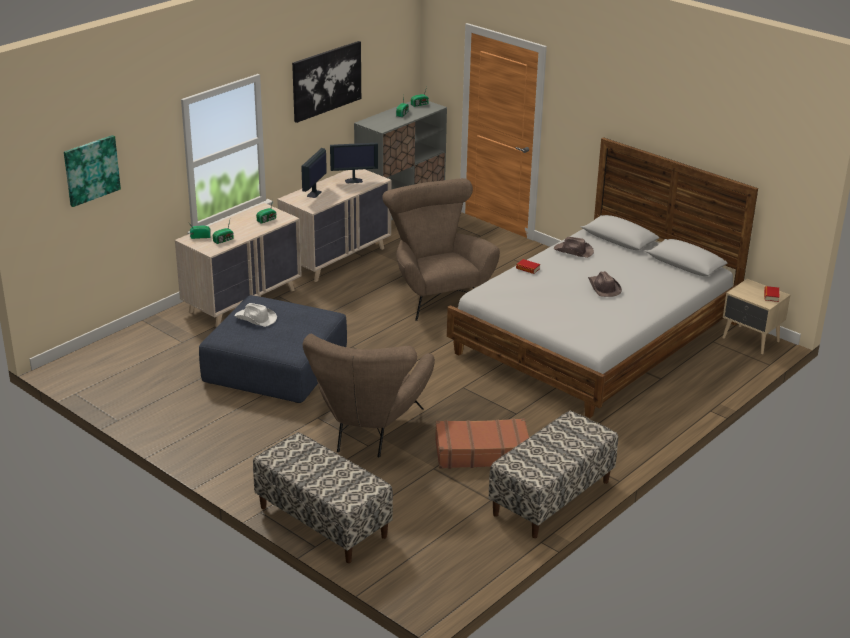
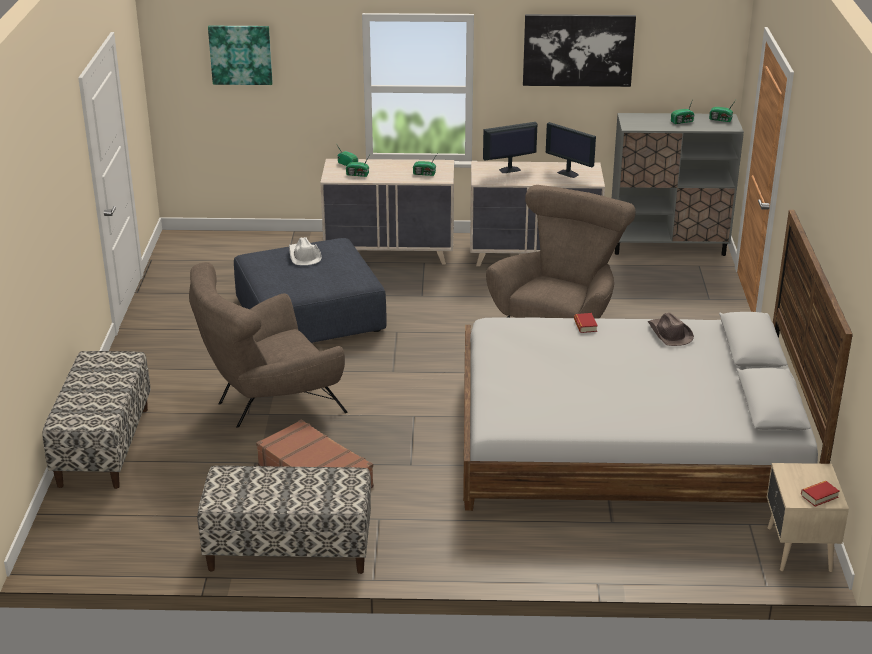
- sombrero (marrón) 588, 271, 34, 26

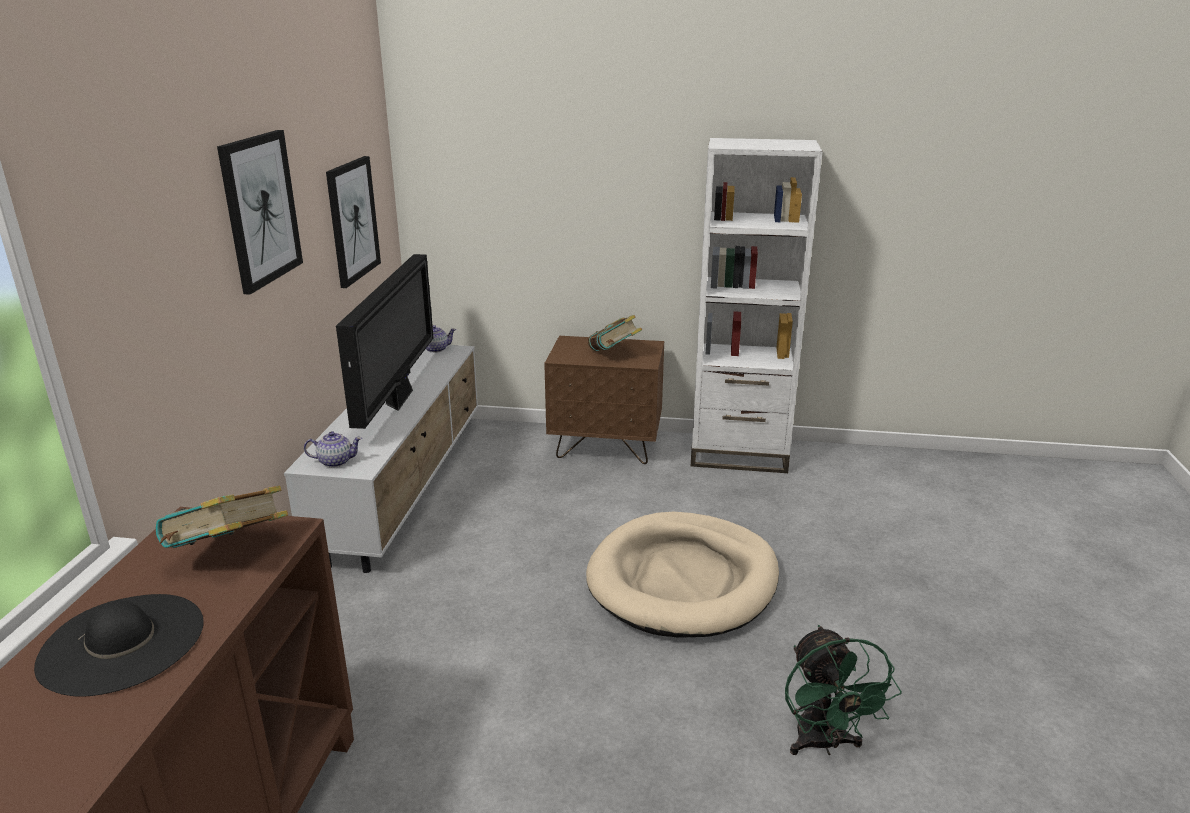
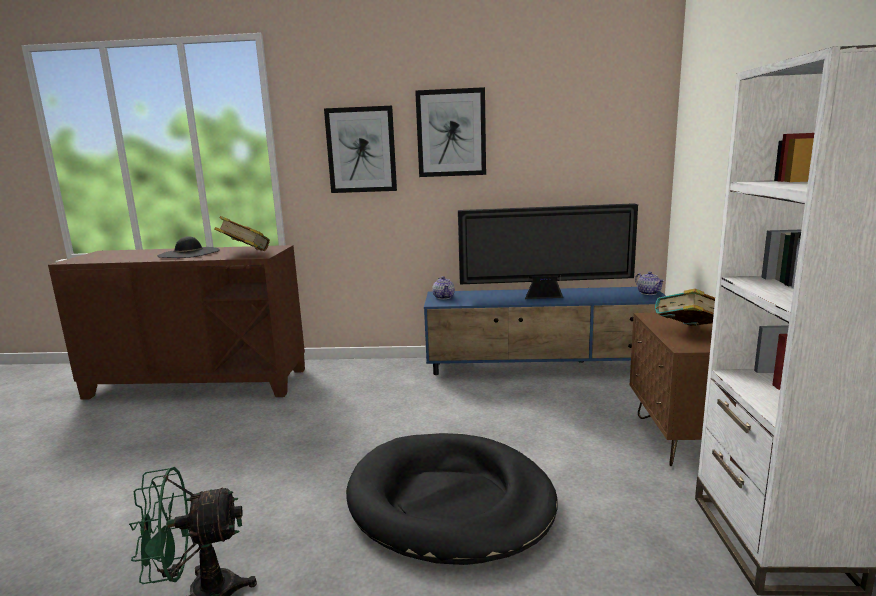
~ cuadro 326, 156, 55, 132 to 324, 106, 73, 87
~ mueble de televisión (blanco) 284, 345, 194, 228 to mueble de televisión (azul) 424, 287, 242, 88
~ cama para perro (beis) 586, 512, 193, 126 to cama para perro (negro) 346, 433, 211, 132

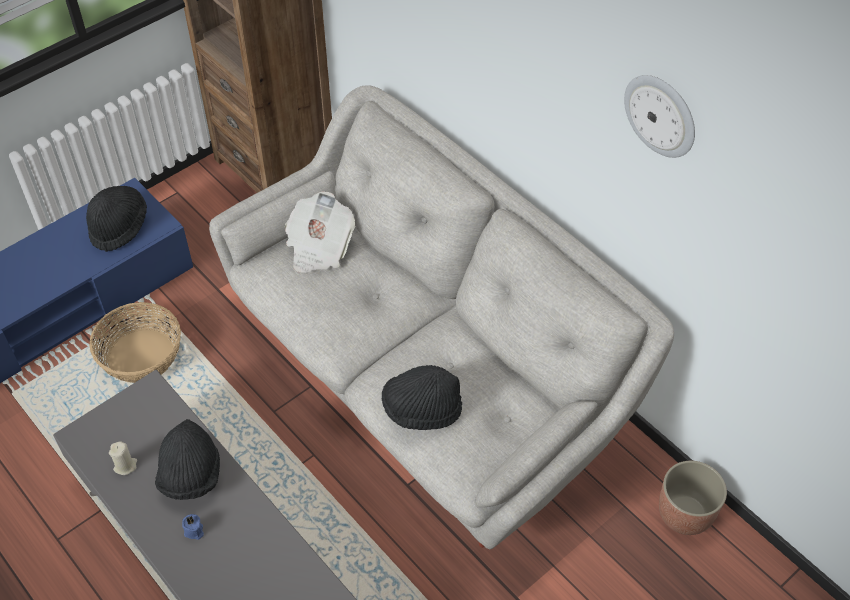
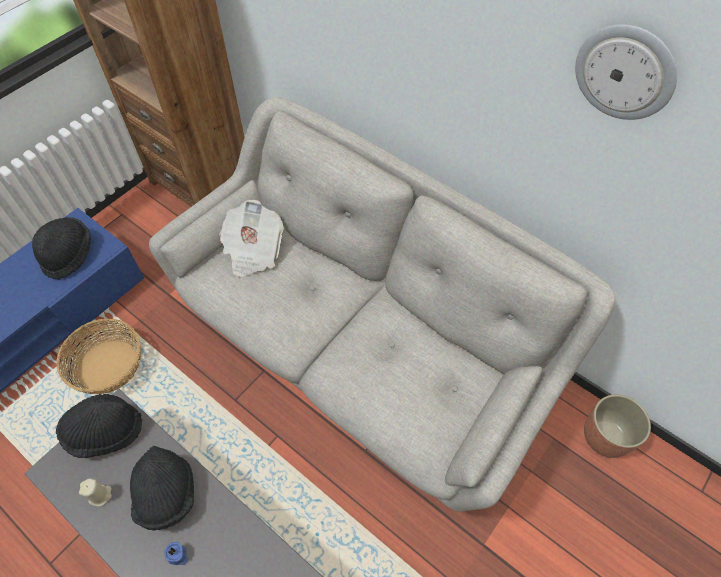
~ sombrero (negro) 381, 365, 81, 65 to 56, 394, 86, 64

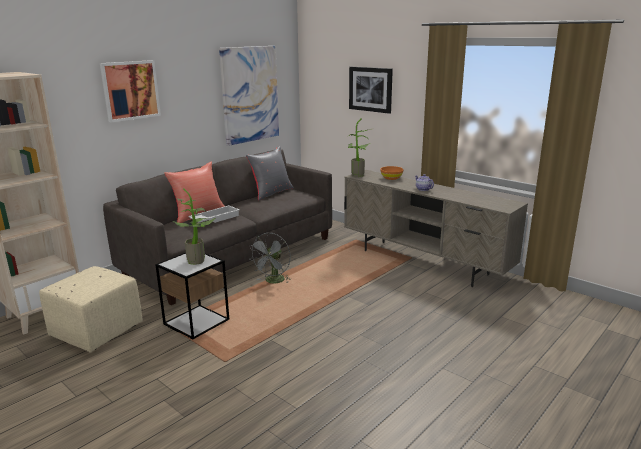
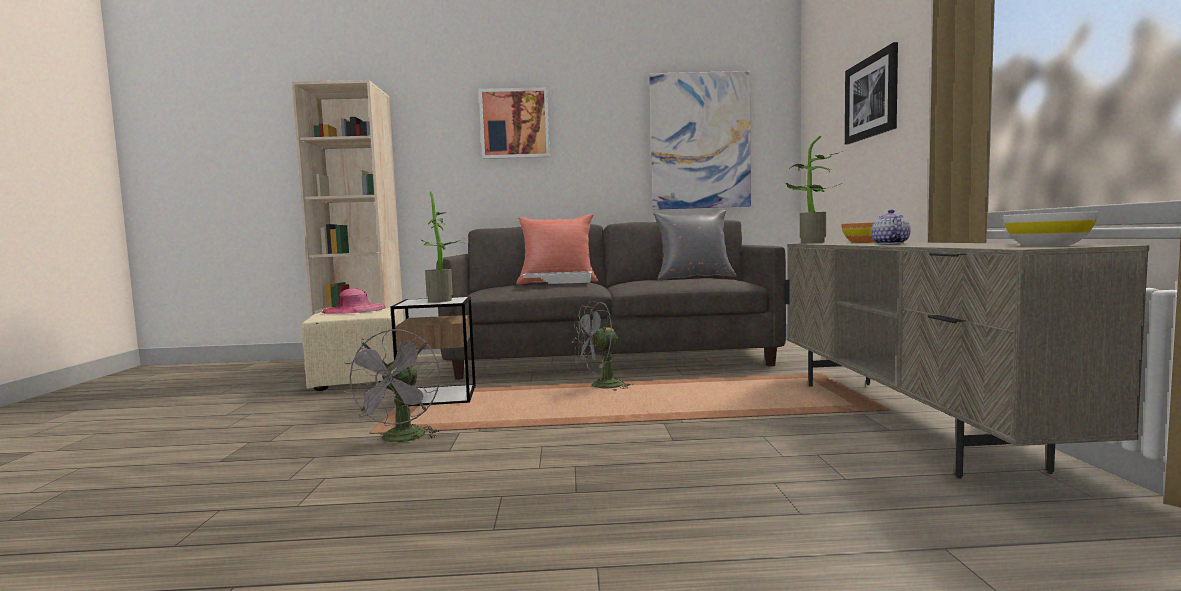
+ cuenco (blanco) 1004, 211, 94, 35
+ sombrero (rosa) 322, 288, 64, 26
+ ventilador (gris) 343, 329, 97, 113

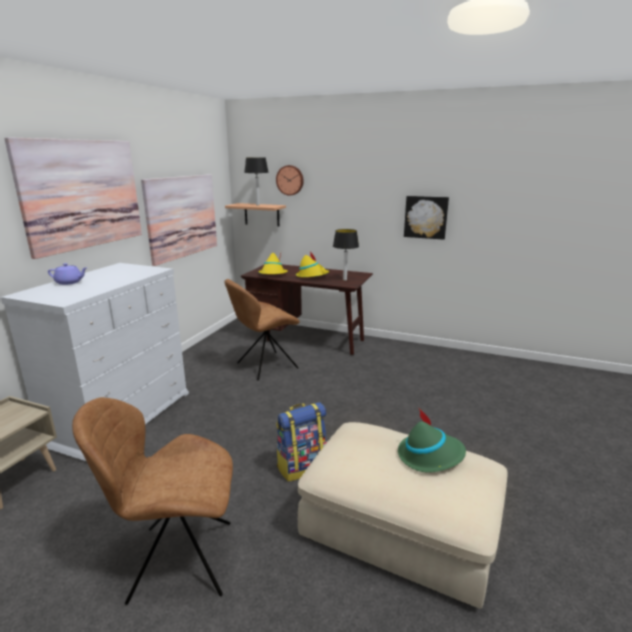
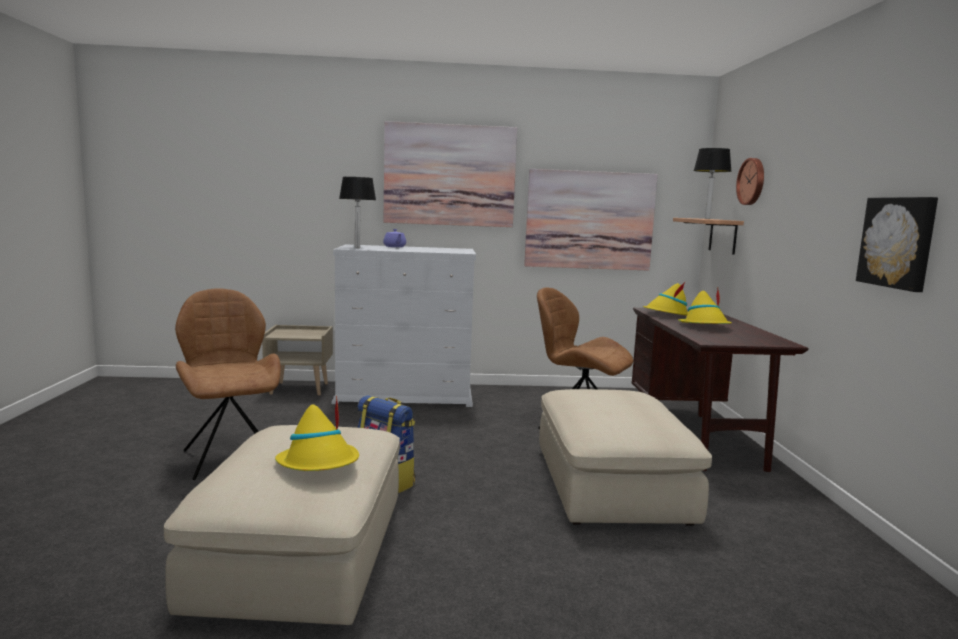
~ lámpara de mesa 333, 229, 26, 52 to 339, 177, 37, 71
~ sombrero (verde) 398, 407, 68, 66 to sombrero (amarillo) 275, 396, 84, 75
+ puf (beis) 539, 389, 173, 136

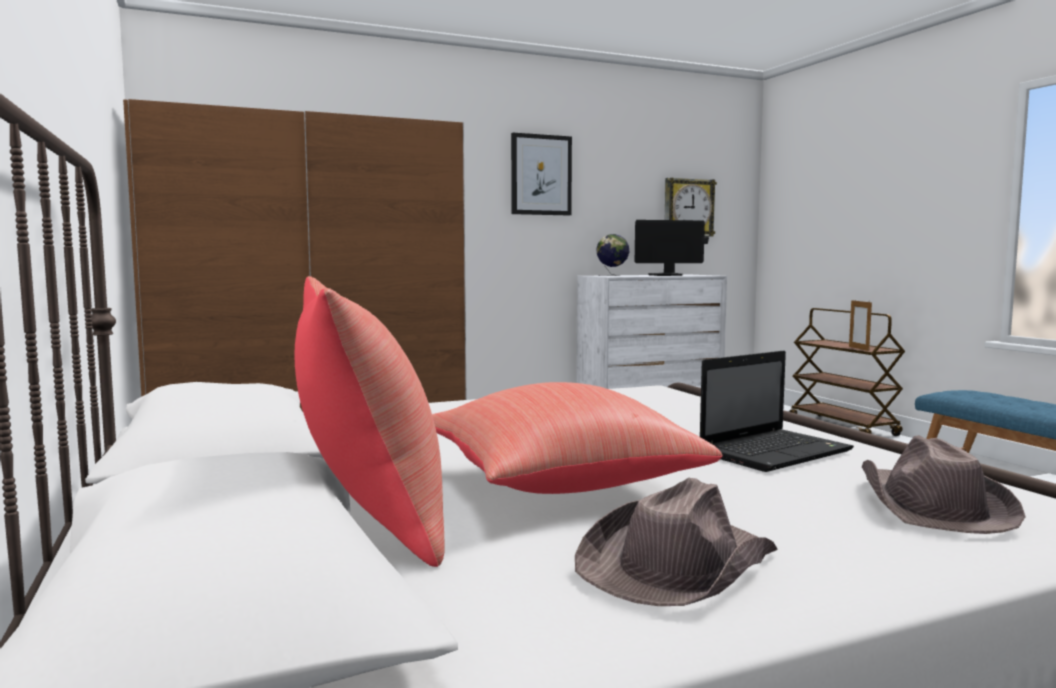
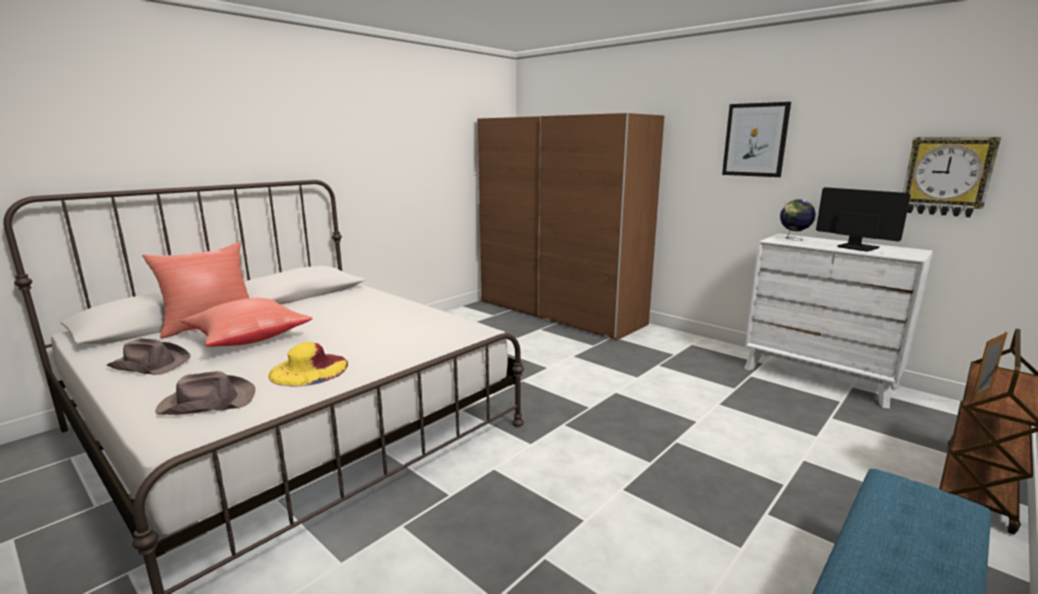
~ portátil 700, 351, 154, 121 to sombrero (amarillo) 268, 342, 80, 44

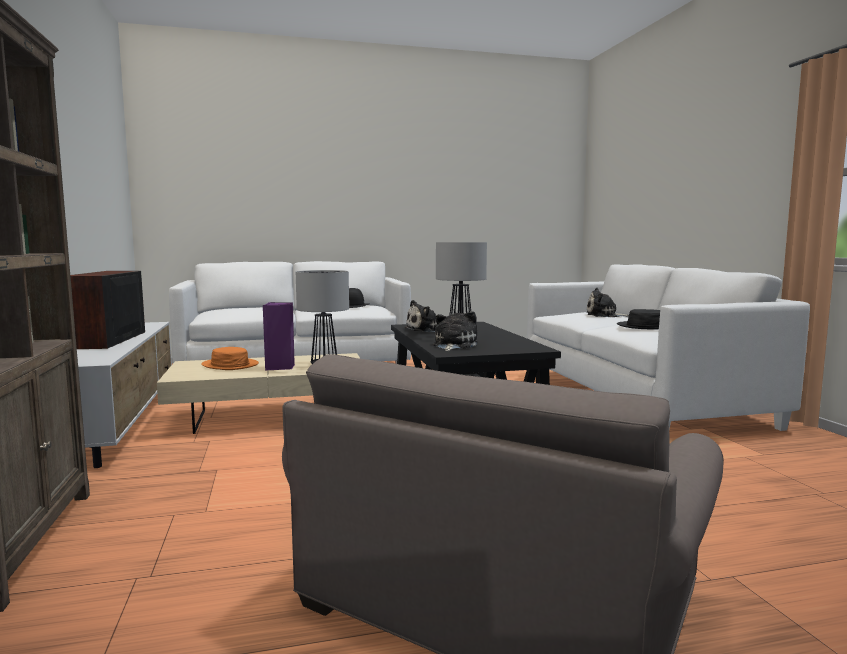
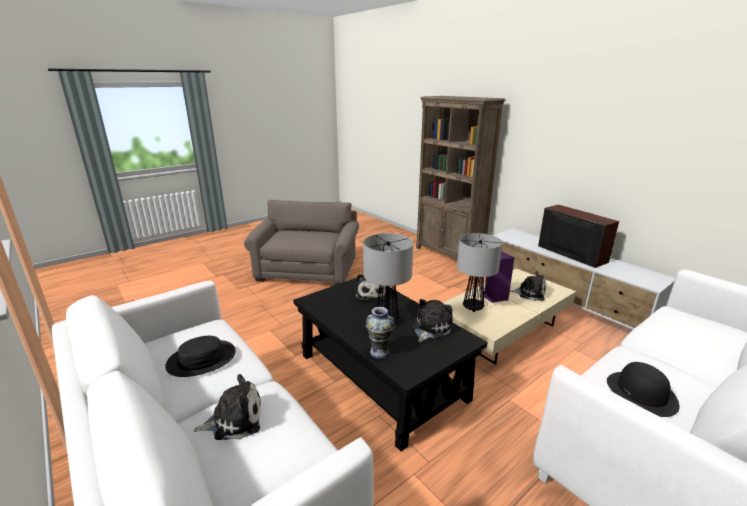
~ sombrero (naranja) 201, 347, 58, 23 to peluche 510, 271, 36, 30
+ florero 366, 307, 29, 52

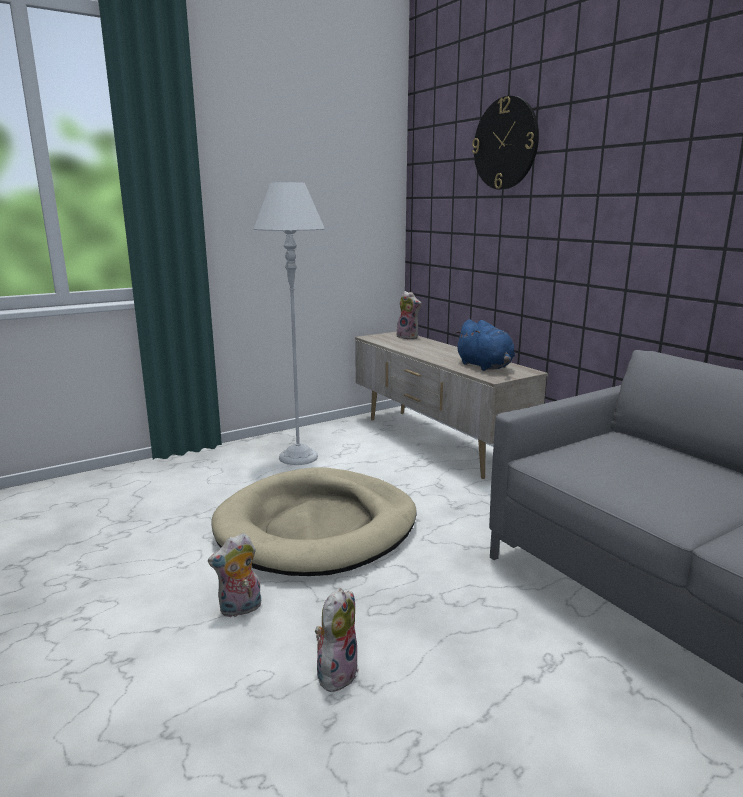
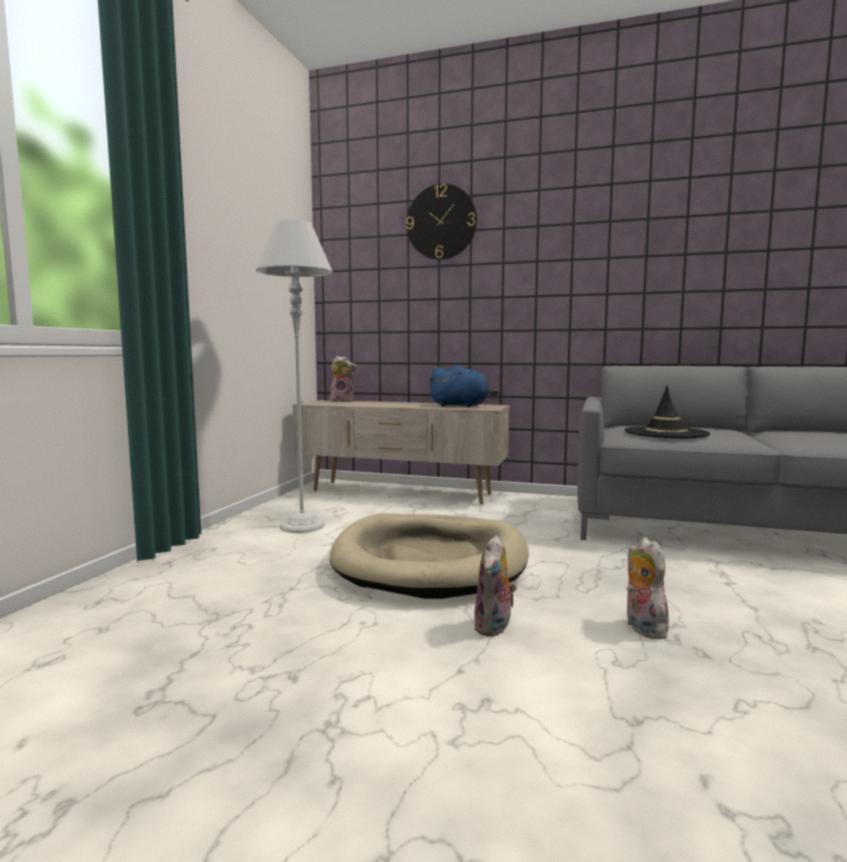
+ sombrero (negro) 625, 385, 85, 53

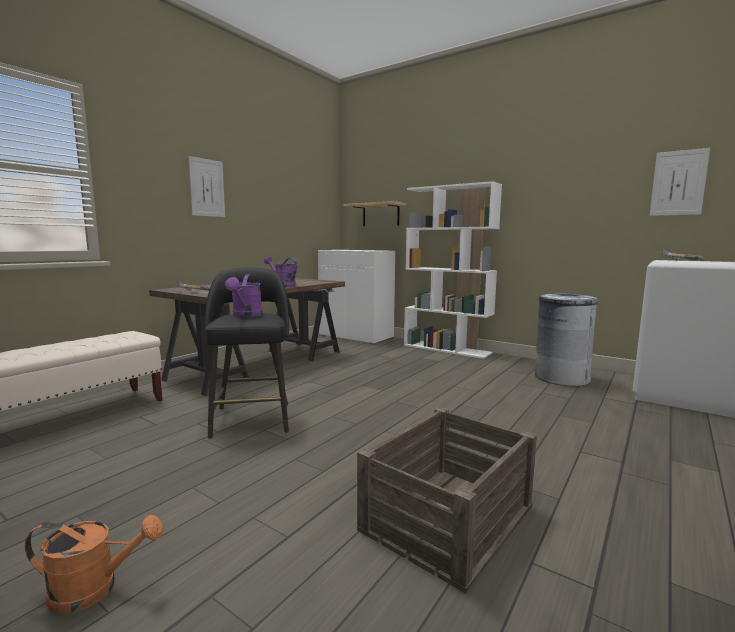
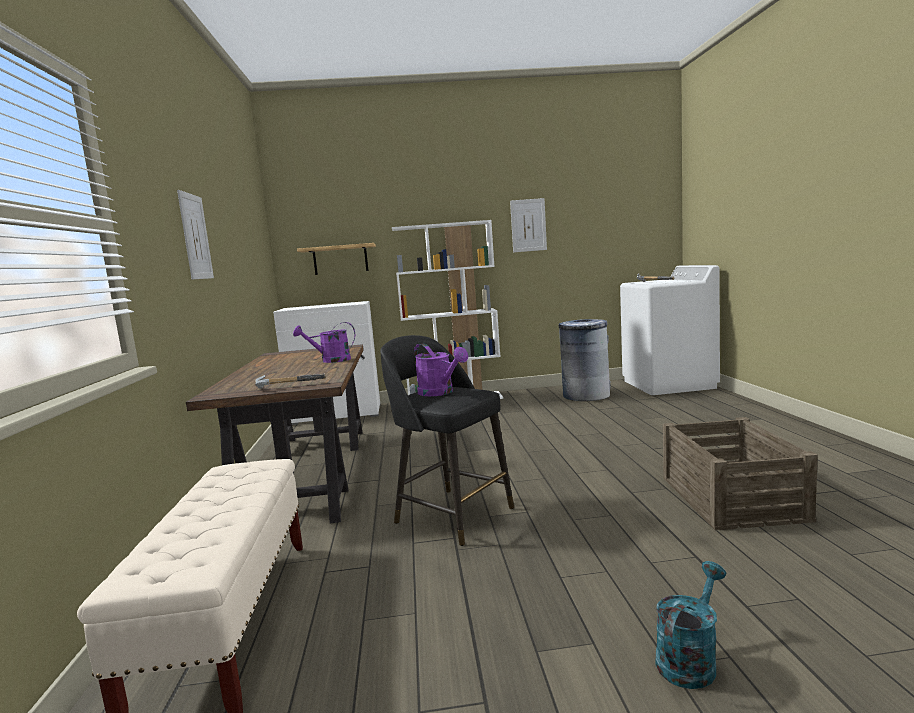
~ cuadro 650, 148, 60, 68 to 510, 198, 37, 55
~ regadera (naranja) 25, 515, 138, 99 to regadera (turquesa) 655, 561, 71, 128

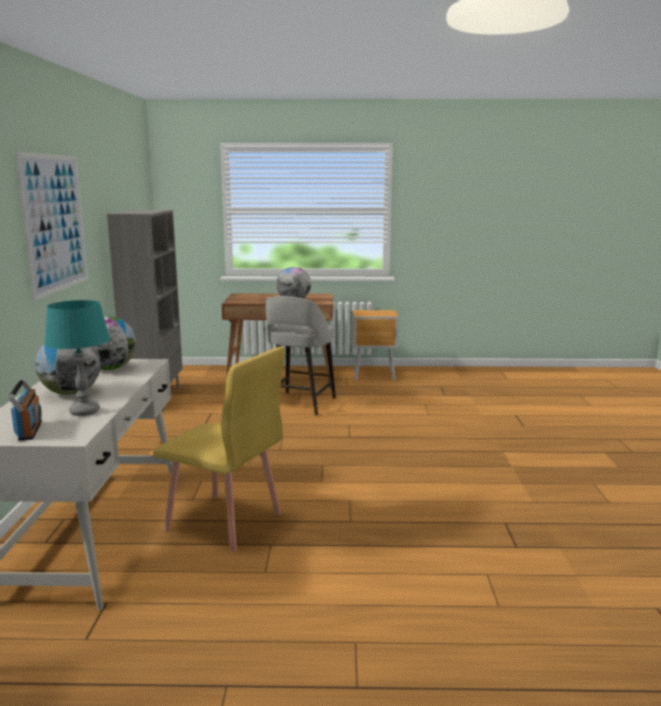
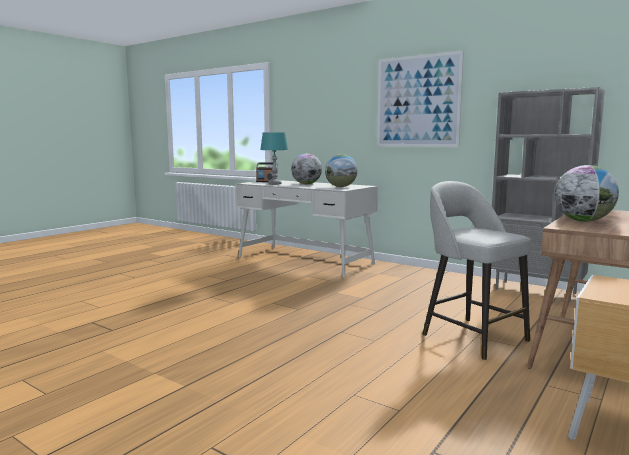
- silla (amarillo) 153, 347, 132, 205

